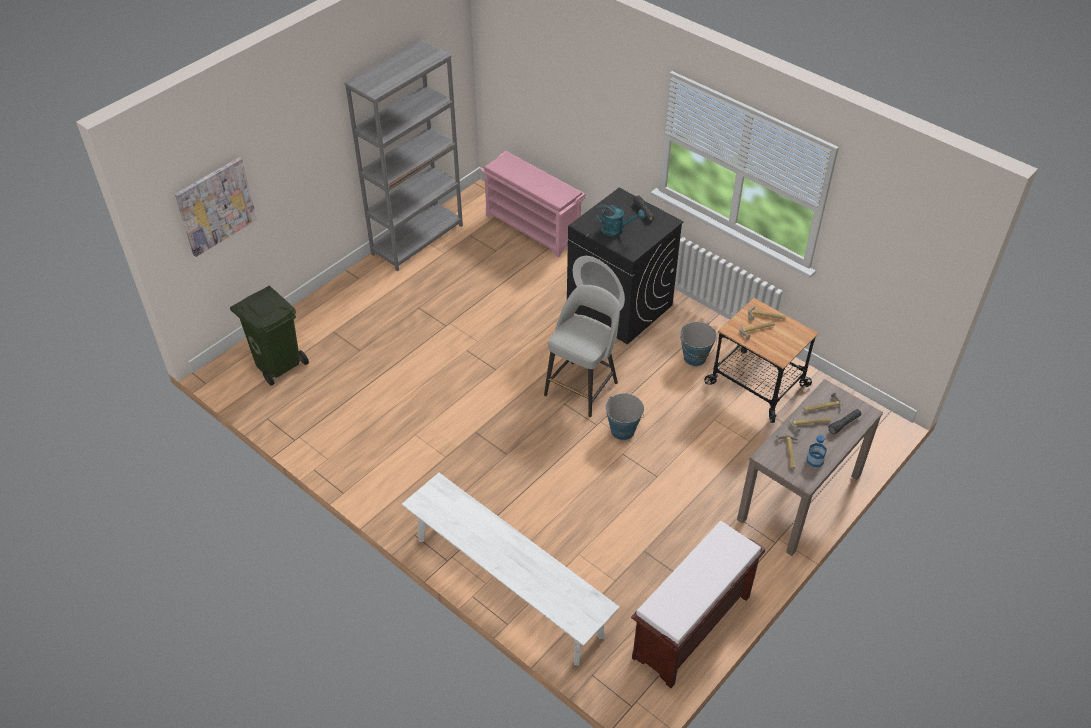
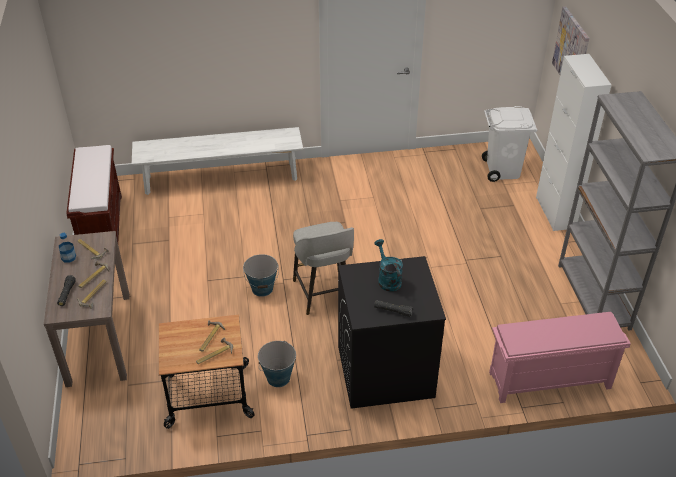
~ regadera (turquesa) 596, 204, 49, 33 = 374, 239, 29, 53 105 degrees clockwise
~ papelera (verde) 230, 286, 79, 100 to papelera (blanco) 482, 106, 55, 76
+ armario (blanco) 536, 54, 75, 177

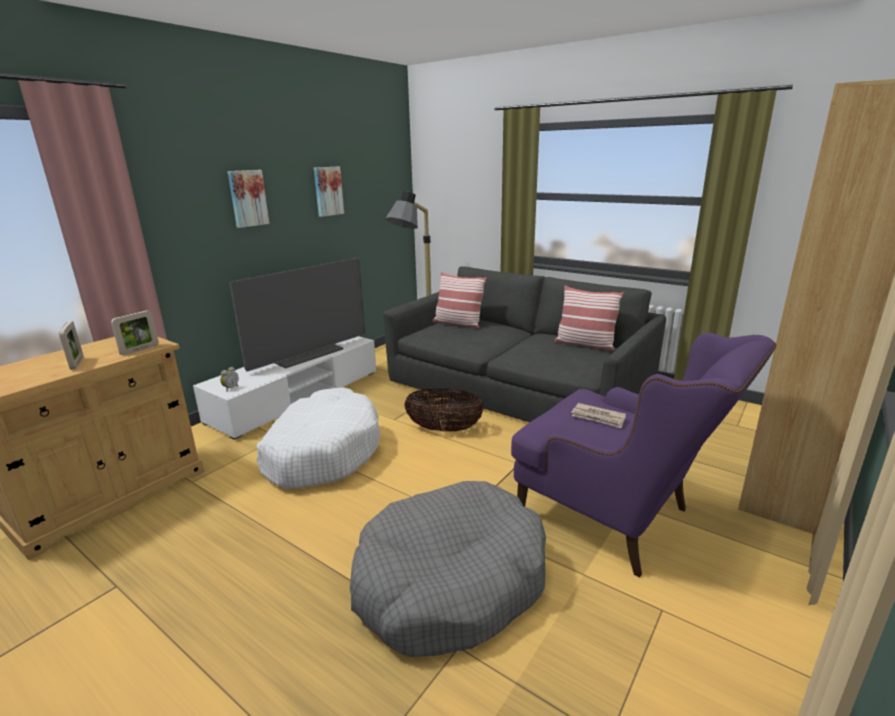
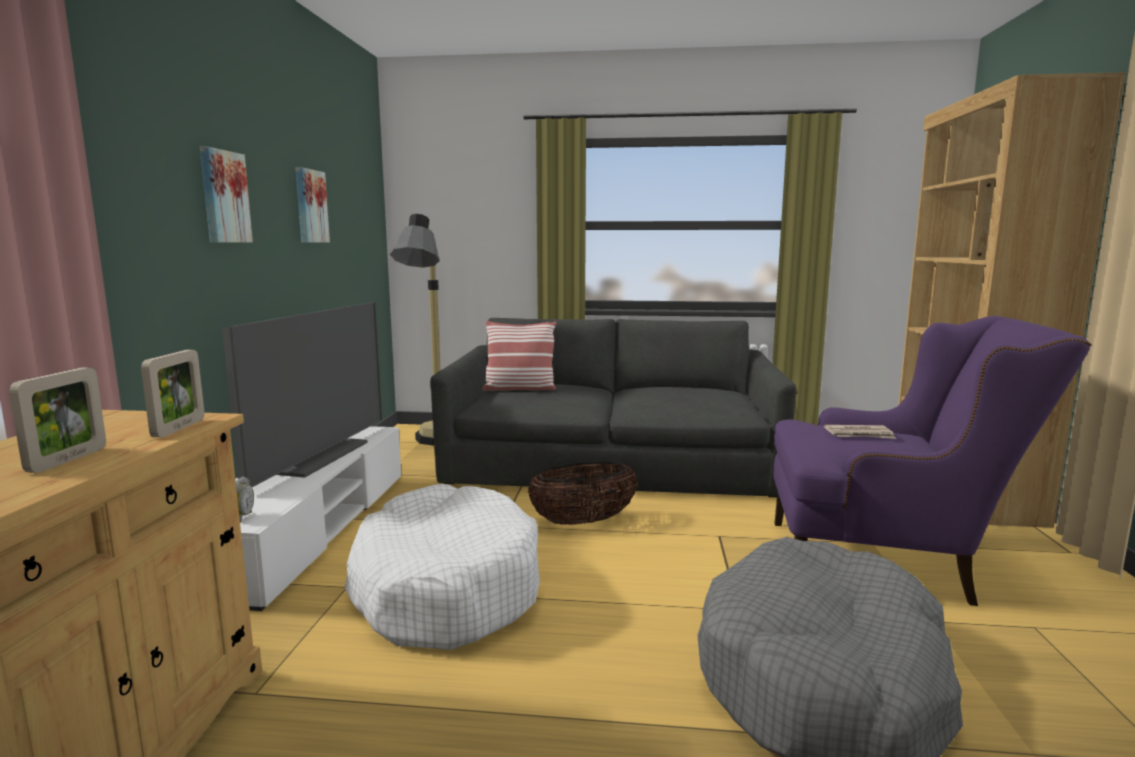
- cojín 554, 285, 70, 66
~ portarretratos 59, 321, 24, 49 = 9, 368, 97, 105 60 degrees clockwise

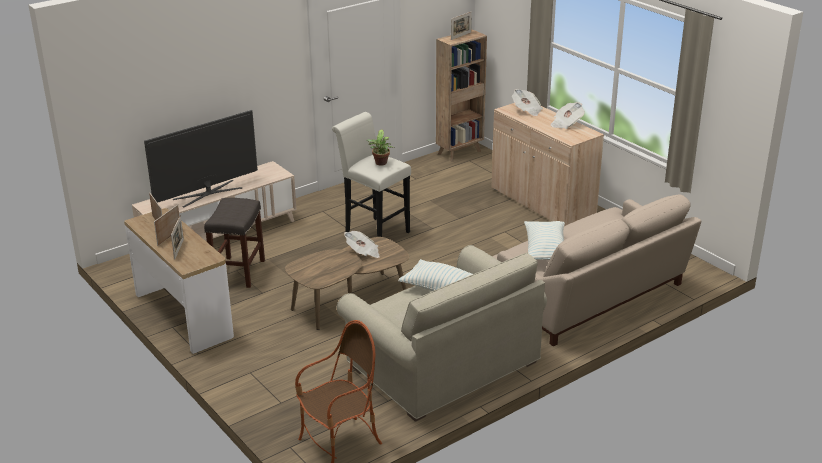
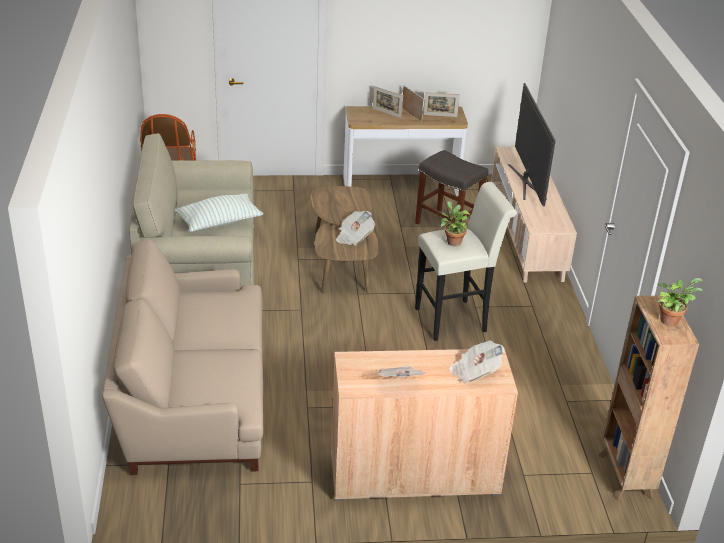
~ portarretratos 451, 12, 21, 28 to planta en maceta 658, 278, 45, 48
- cojín 524, 221, 41, 39

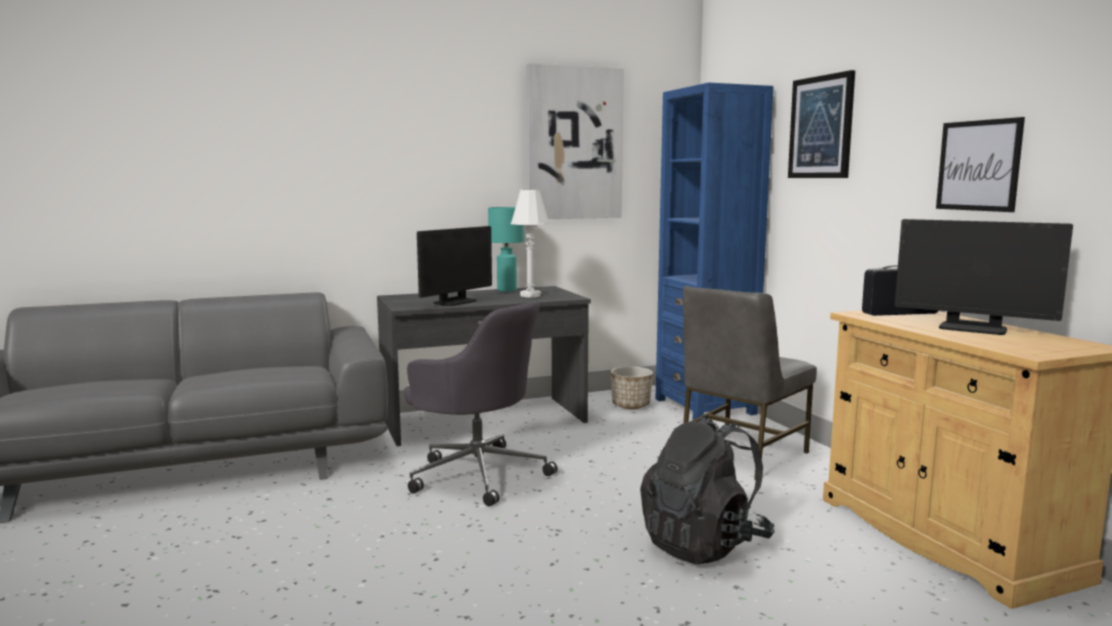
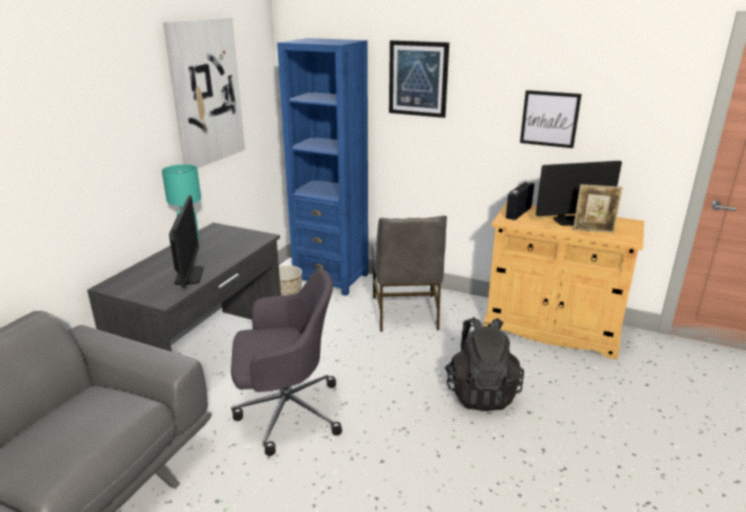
- lámpara de mesa (blanco) 511, 190, 39, 108
+ portarretratos 573, 184, 50, 49

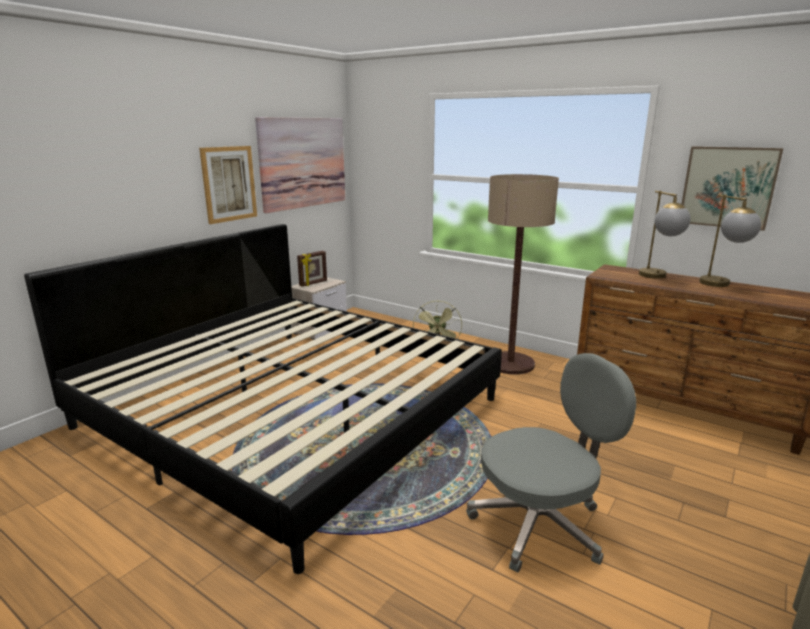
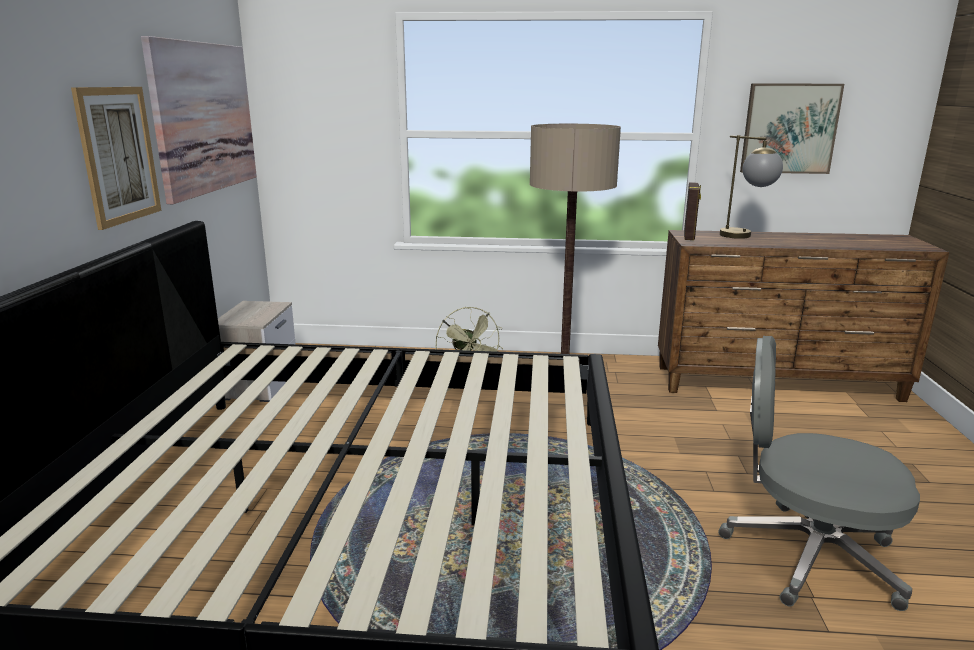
- lámpara de mesa 699, 194, 62, 93
~ portarretratos 297, 251, 30, 36 to 684, 182, 17, 58
~ silla de oficina (gris) 466, 353, 170, 220 = 718, 336, 202, 275 105 degrees counterclockwise

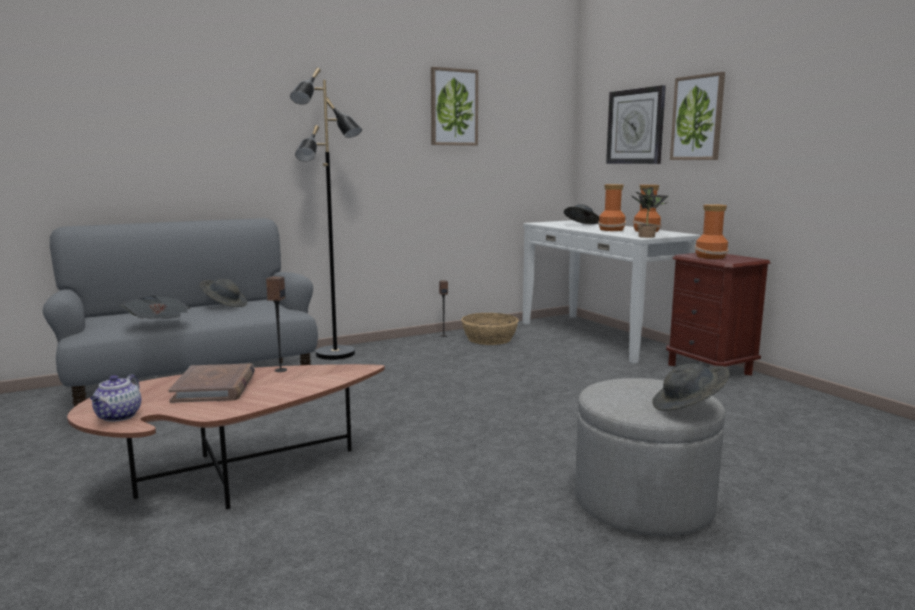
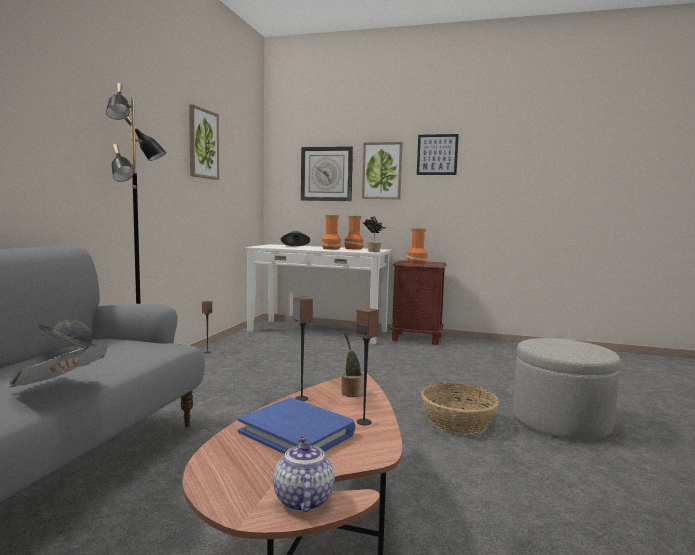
~ cesta 461, 313, 58, 32 to 421, 383, 78, 52
- sombrero (gris) 652, 363, 78, 48
~ libro (marrón) 169, 364, 86, 39 to libro (azul) 238, 398, 117, 56
~ tetera 90, 374, 51, 48 = 273, 437, 62, 75 150 degrees counterclockwise
+ cuadro 417, 134, 42, 41
+ altavoz 356, 308, 23, 117
+ planta en maceta 342, 331, 22, 66

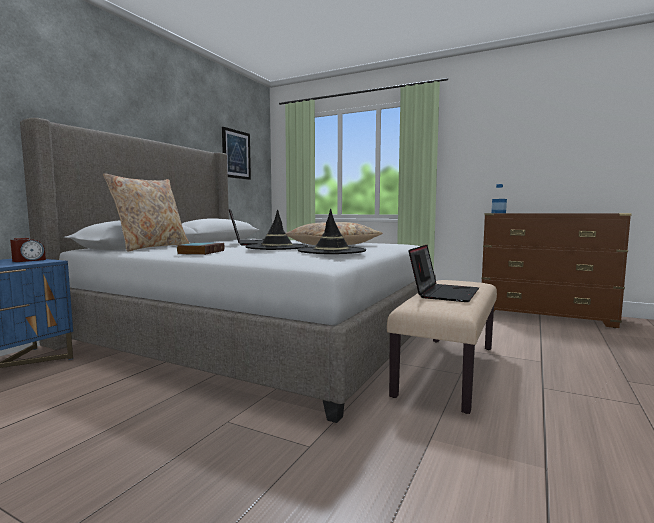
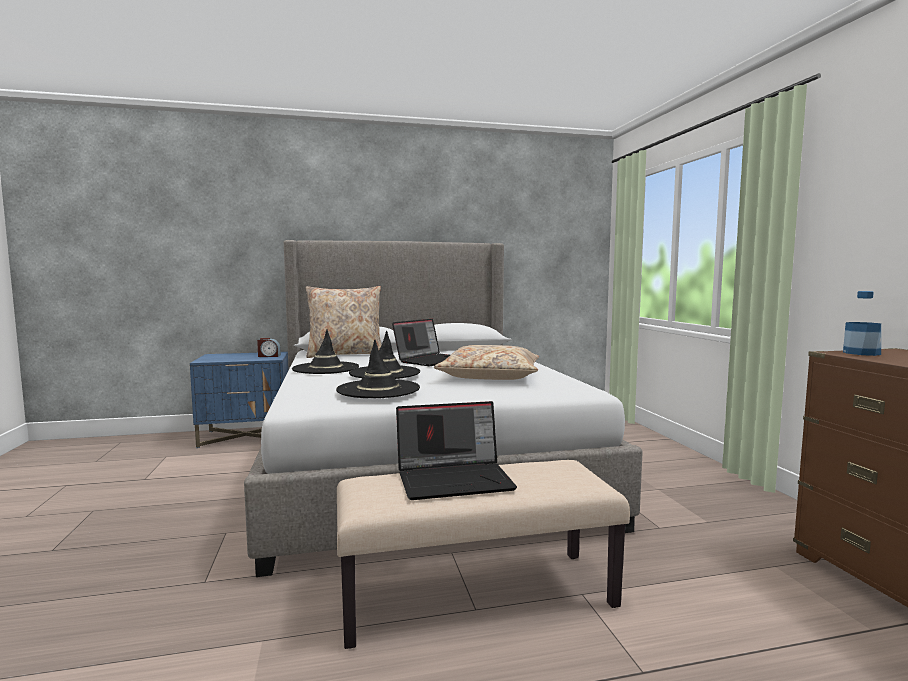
- cuadro 222, 127, 29, 53
~ libro 177, 242, 47, 13 to sombrero (negro) 292, 329, 67, 45

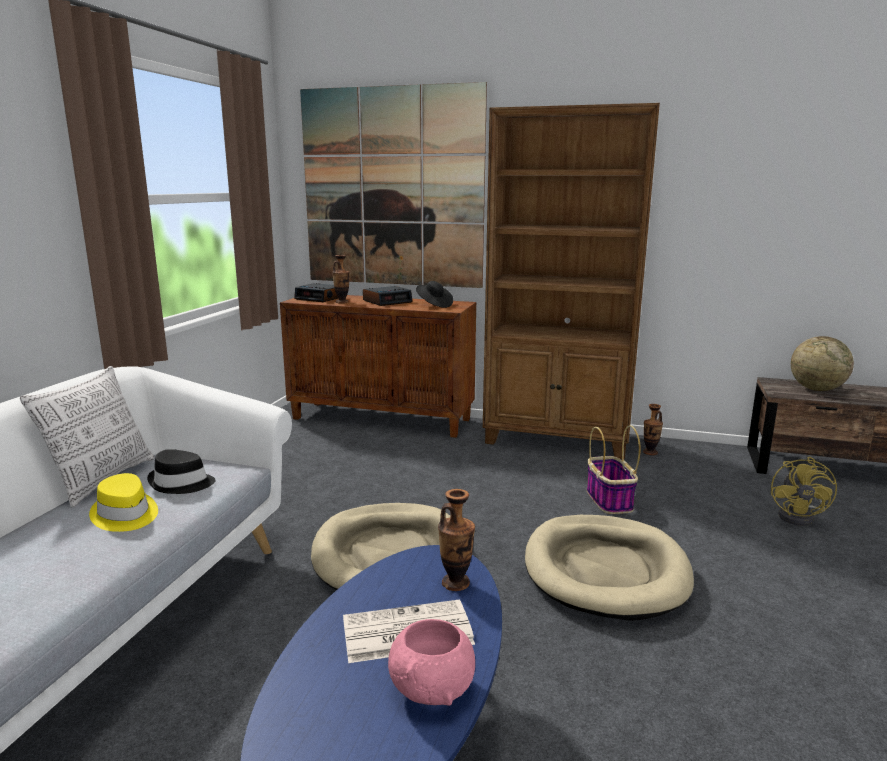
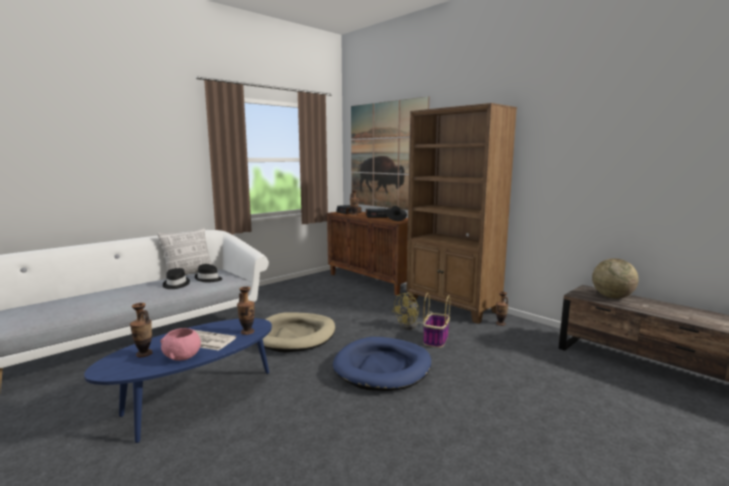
~ ventilador (amarillo) 771, 457, 66, 69 to 392, 292, 41, 38
~ sombrero (amarillo) 89, 473, 69, 59 to sombrero (negro) 163, 268, 27, 21
~ cama para perro (beis) 525, 515, 169, 106 to cama para perro (azul) 333, 337, 98, 54
+ florero 130, 303, 23, 54

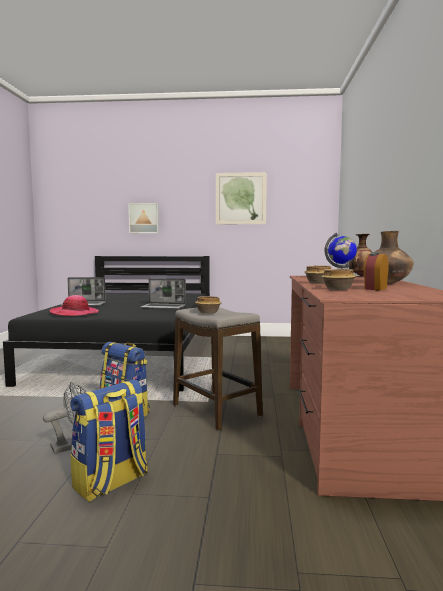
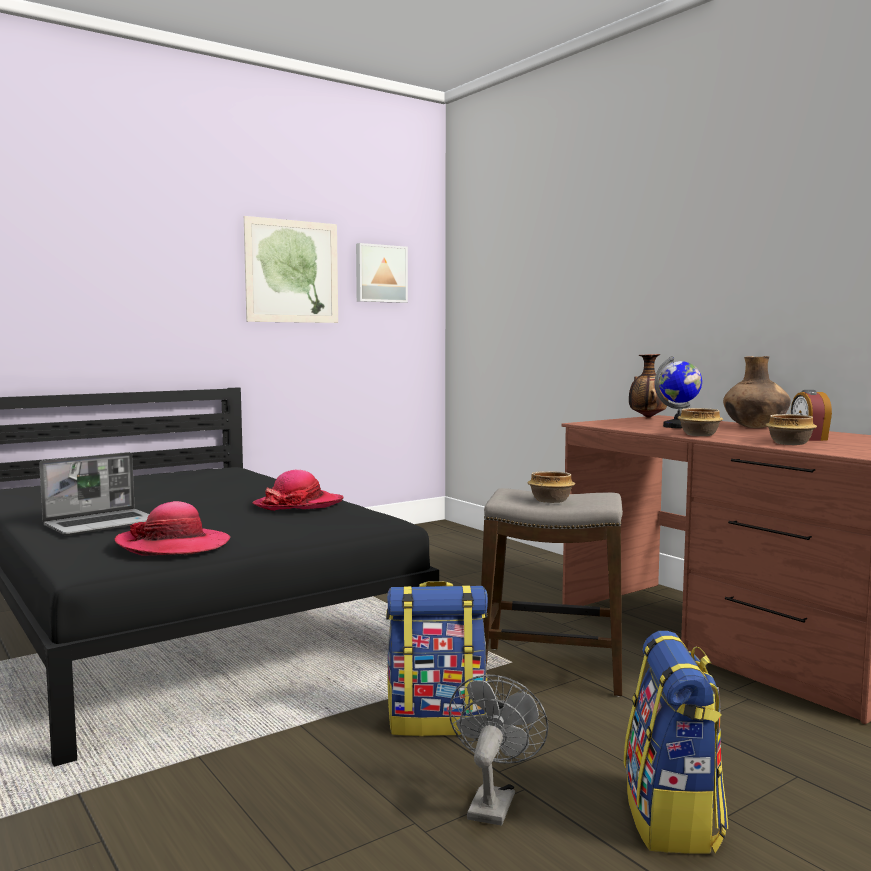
~ cuadro 128, 203, 31, 30 to 356, 243, 52, 60
~ portátil 140, 278, 46, 32 to sombrero 252, 470, 92, 41

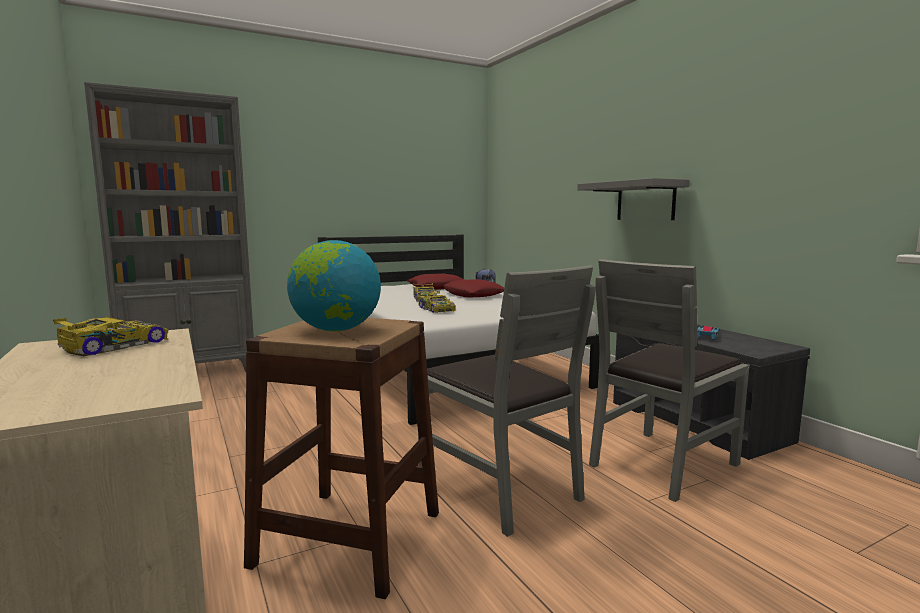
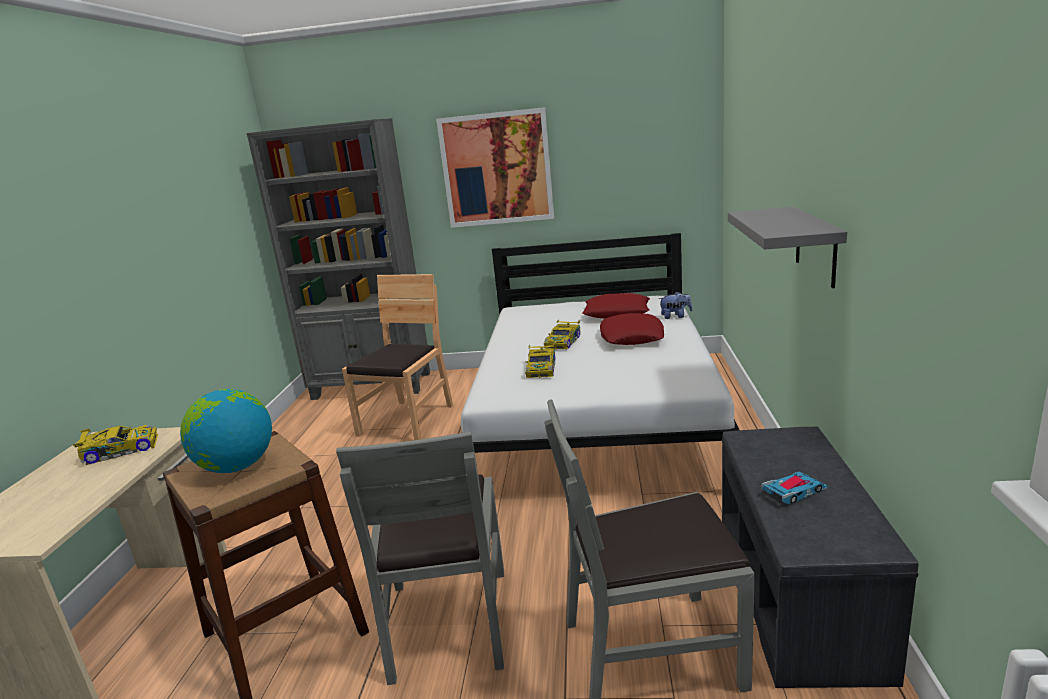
+ cuadro 436, 107, 118, 121
+ silla (marrón) 342, 274, 111, 166

